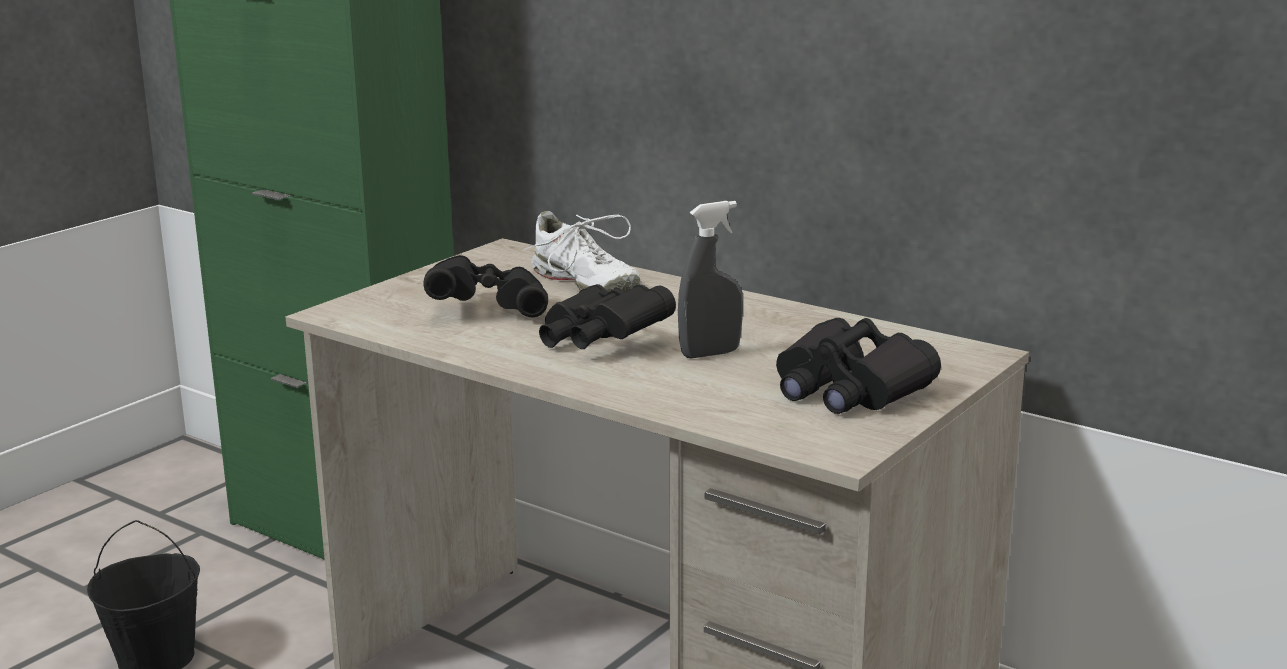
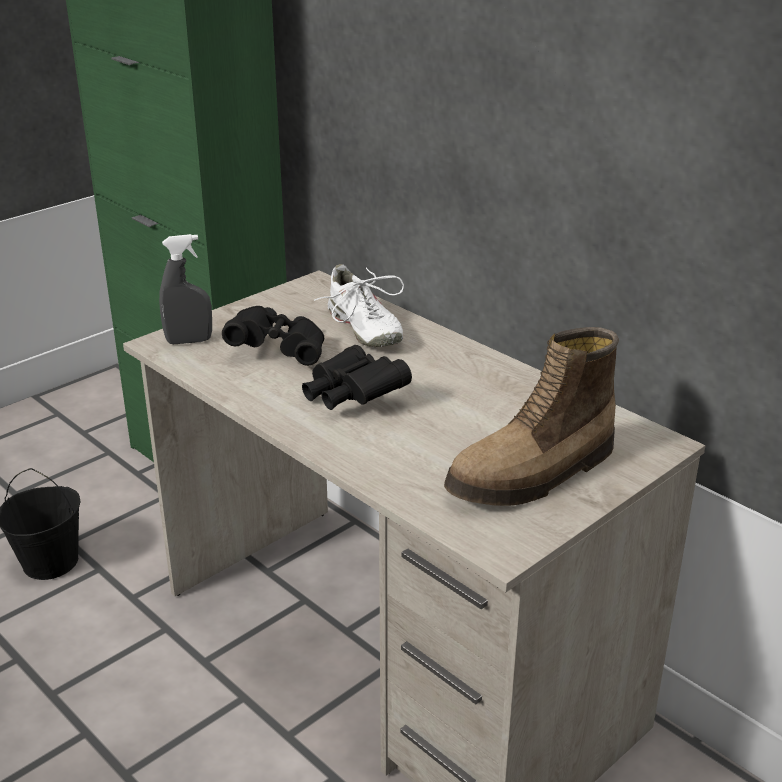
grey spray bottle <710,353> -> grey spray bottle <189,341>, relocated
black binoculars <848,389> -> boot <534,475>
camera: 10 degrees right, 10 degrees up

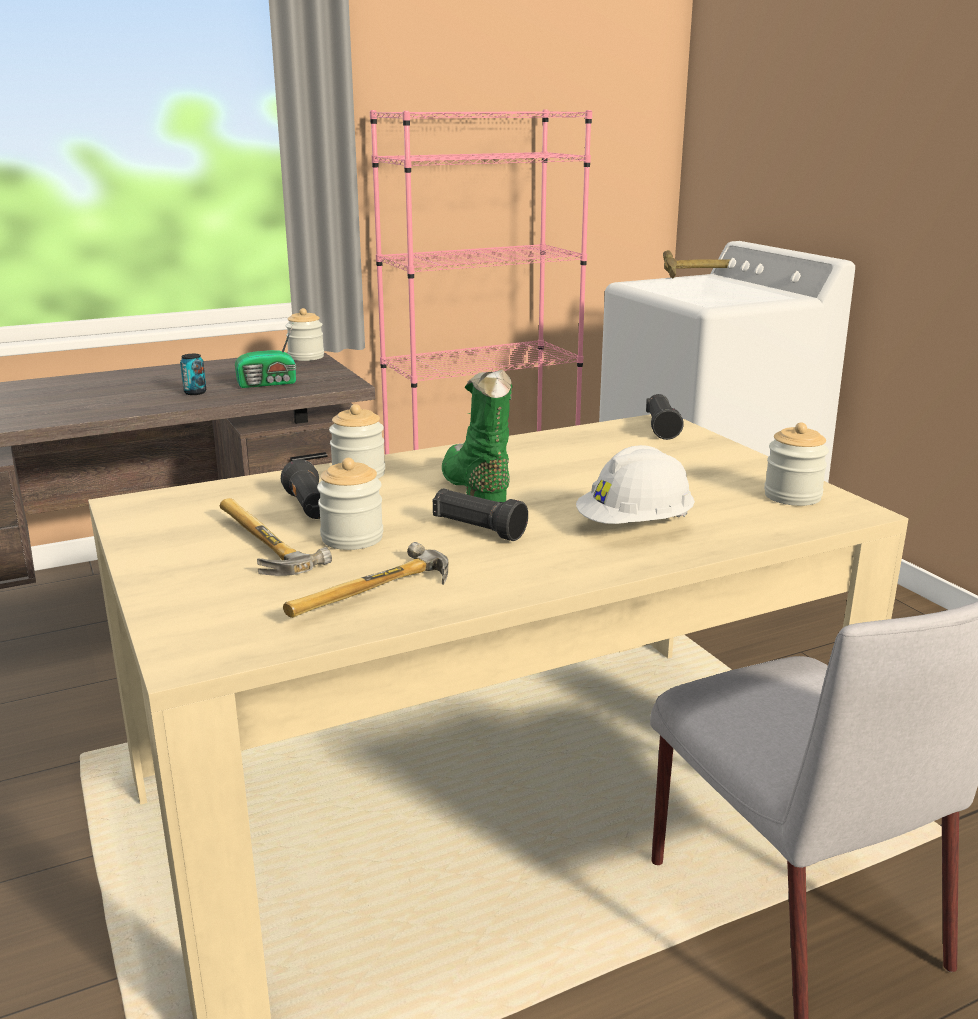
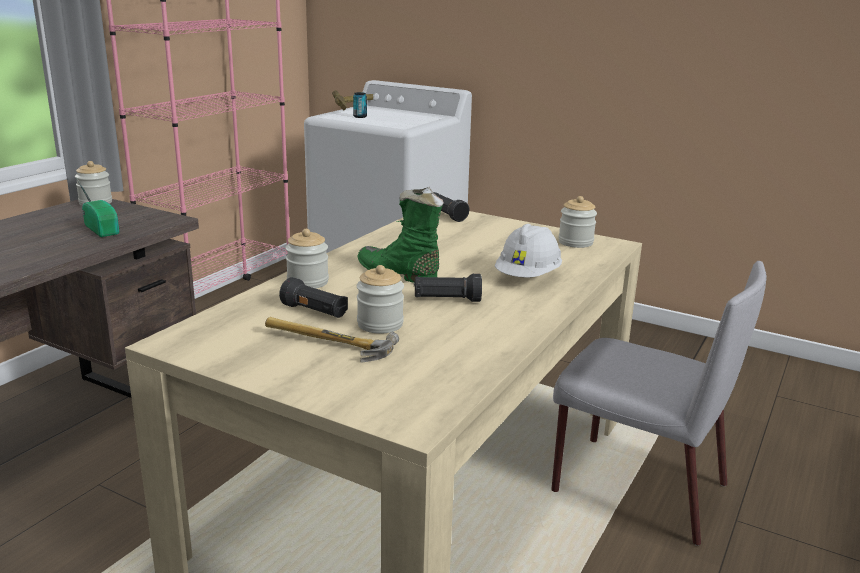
radio <269,383> -> radio <103,229>, 75 degrees counterclockwise
can <195,392> -> can <360,116>, relocated
hammer <377,596> -> none
camera: 35 degrees left, 0 degrees up

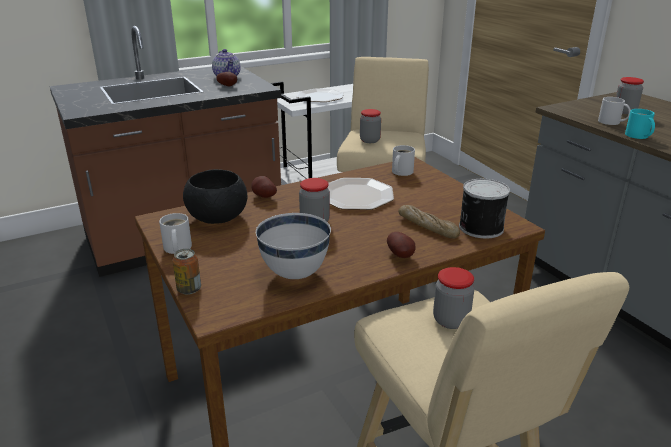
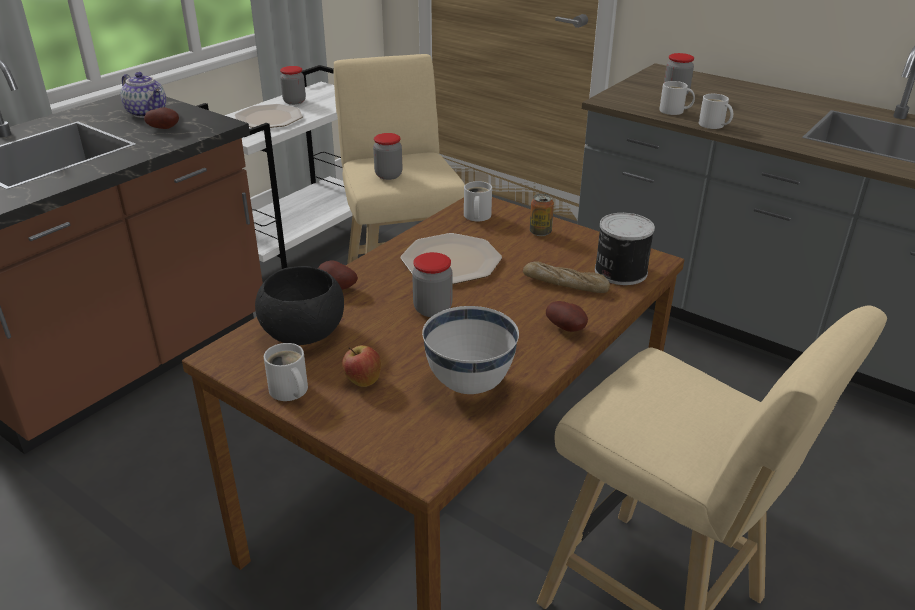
turquoise mug <637,136> -> white mug <712,125>
can <189,289> -> can <540,232>, relocated
jar <451,320> -> jar <294,101>, relocated
none -> apple <362,381>
camera: 25 degrees left, 5 degrees up

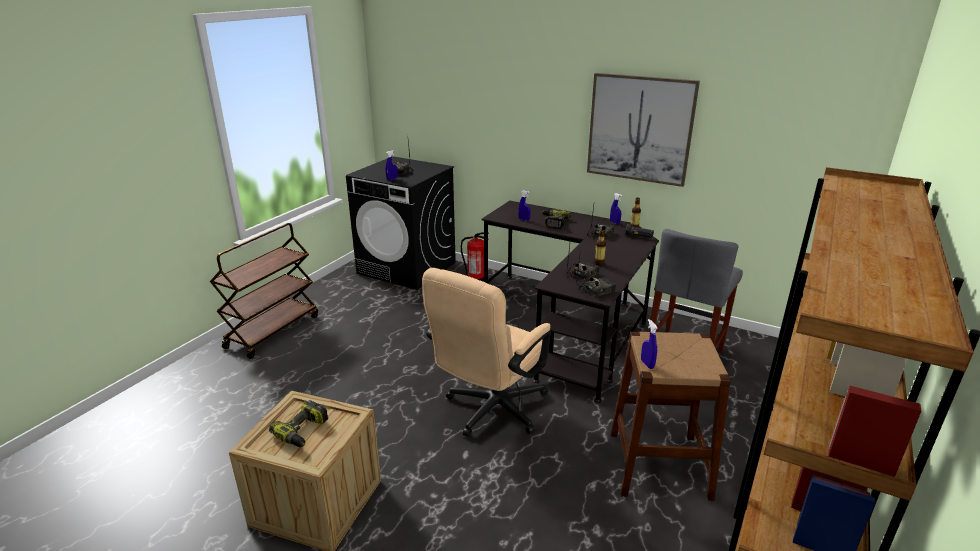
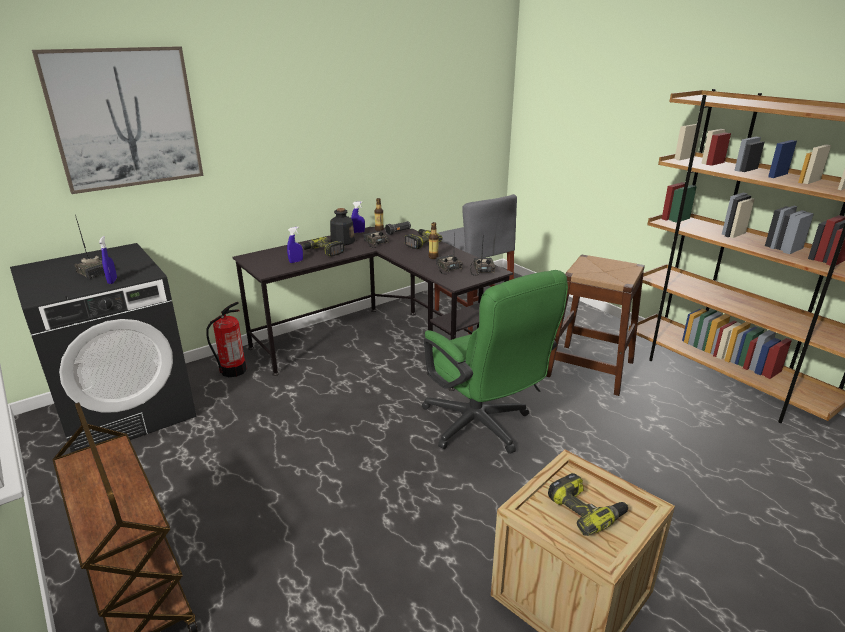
picture <640,129> -> picture <125,119>, relocated
beige office chair <490,412> -> green office chair <482,428>
blue spray bottle <647,364> -> none
none -> bottle <342,241>
none -> power drill <420,243>
camera: 65 degrees left, 0 degrees up

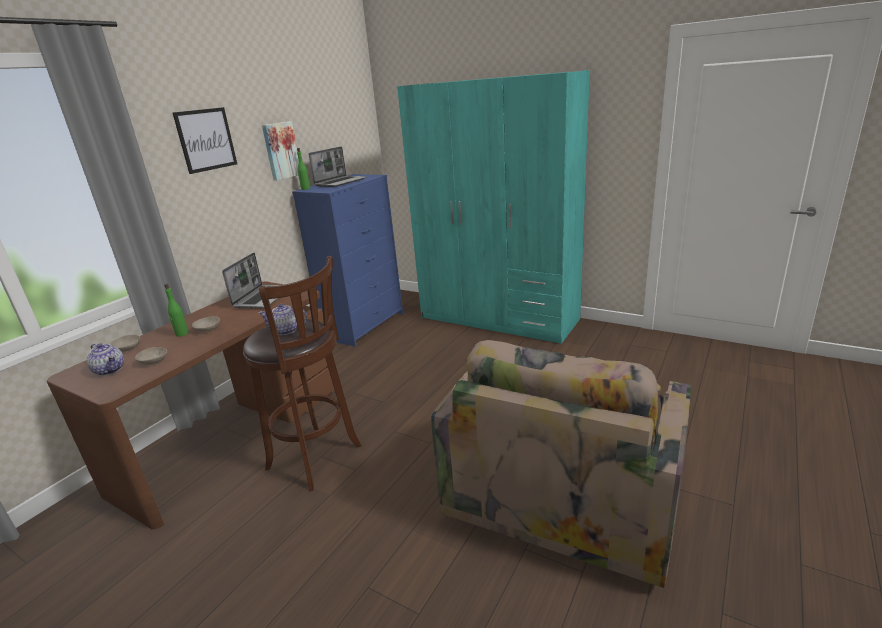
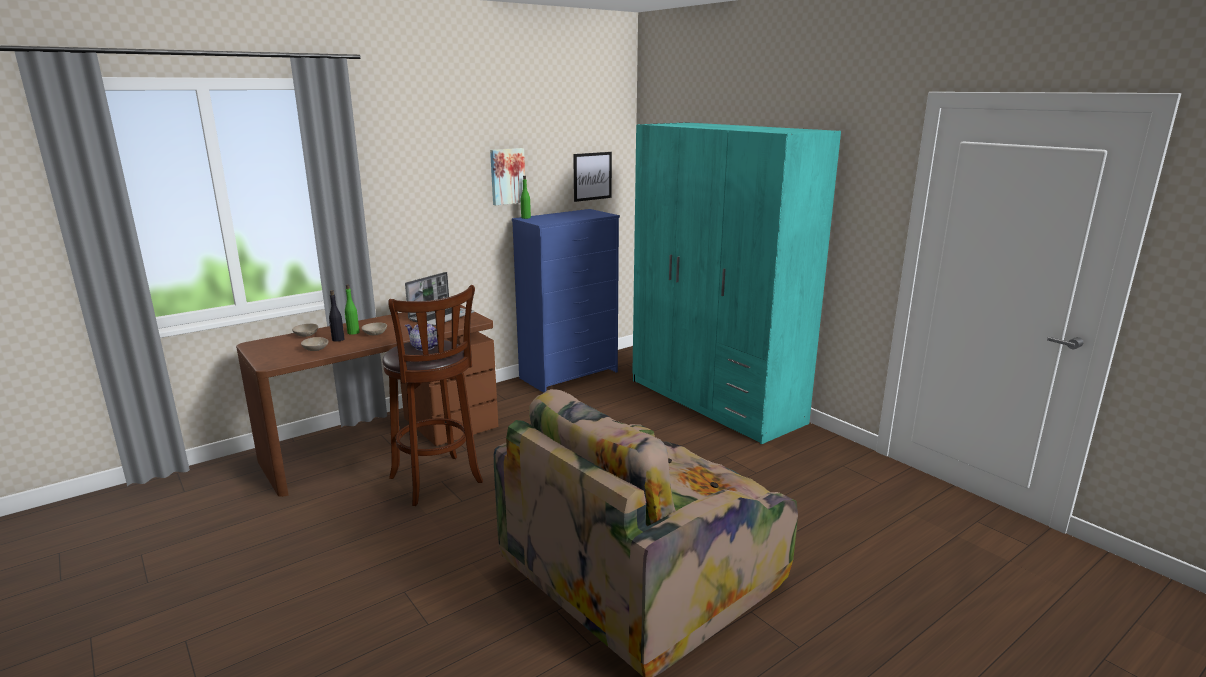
picture <206,140> -> picture <592,176>, relocated
laptop <340,182> -> none
teapot <110,370> -> none
none -> black bottle <338,339>
camera: 20 degrees right, 5 degrees down

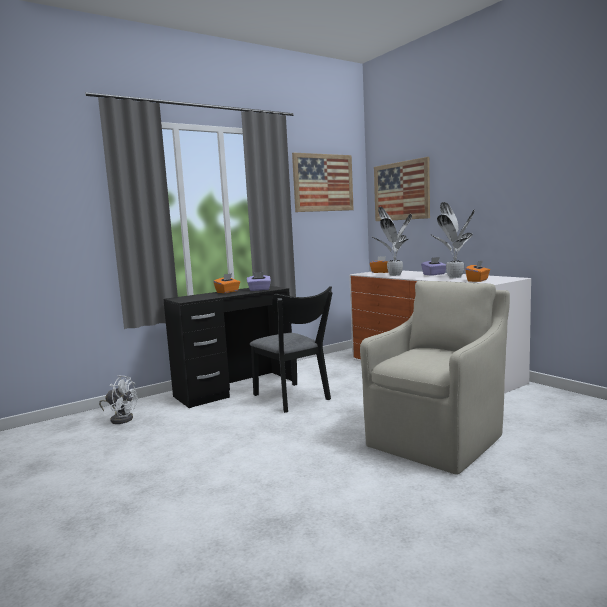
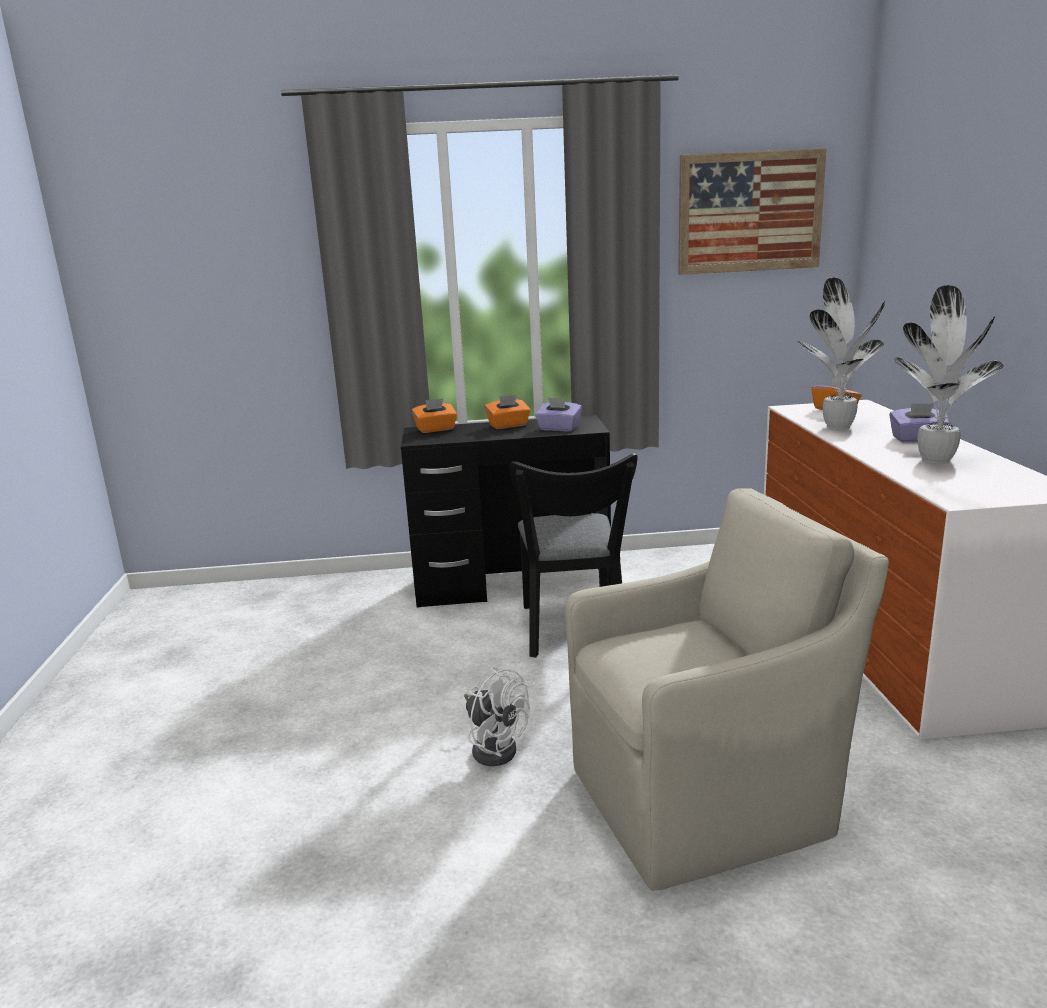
picture <401,191> -> none
orange tissue box <478,280> -> orange tissue box <436,429>, relocated
white fan <121,418> -> white fan <494,747>, relocated
camera: 30 degrees right, 10 degrees up

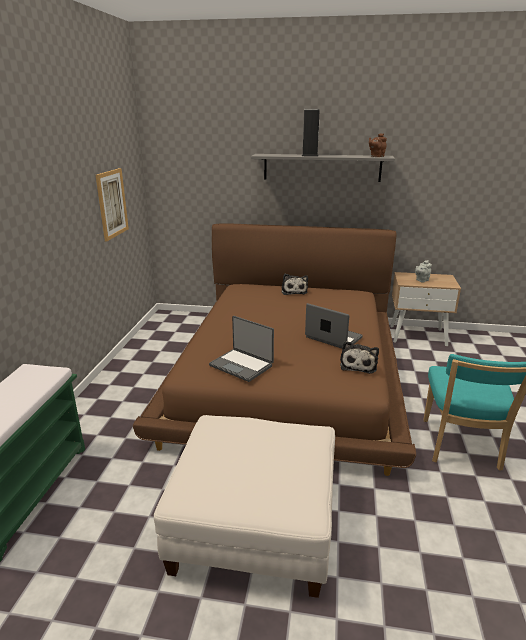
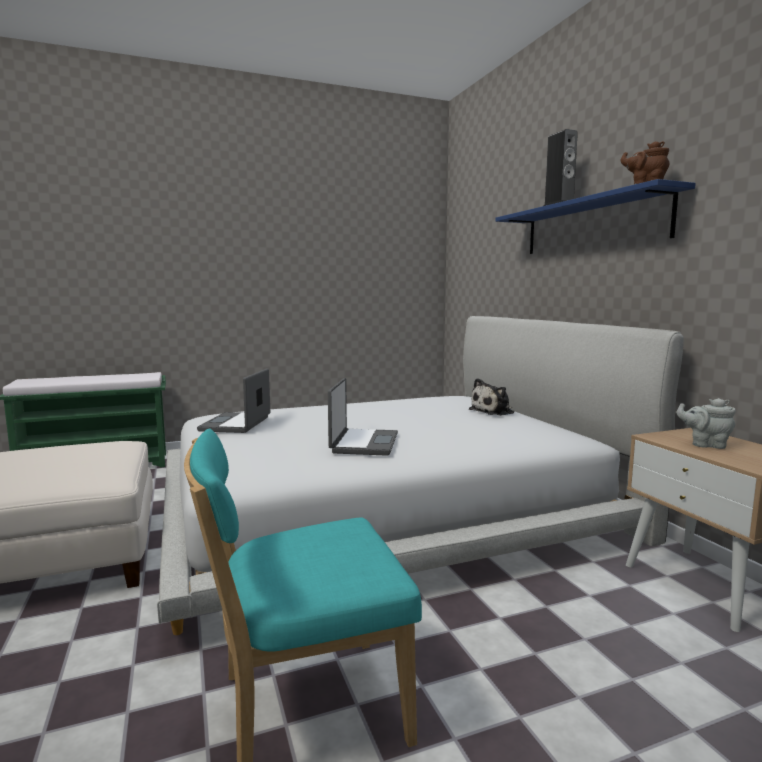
grey shelf <322,167> -> blue shelf <591,226>
picture <112,203> -> none
brown bed <287,374> -> white bed <386,509>
plush toy <358,365> -> none
camera: 60 degrees right, 15 degrees down

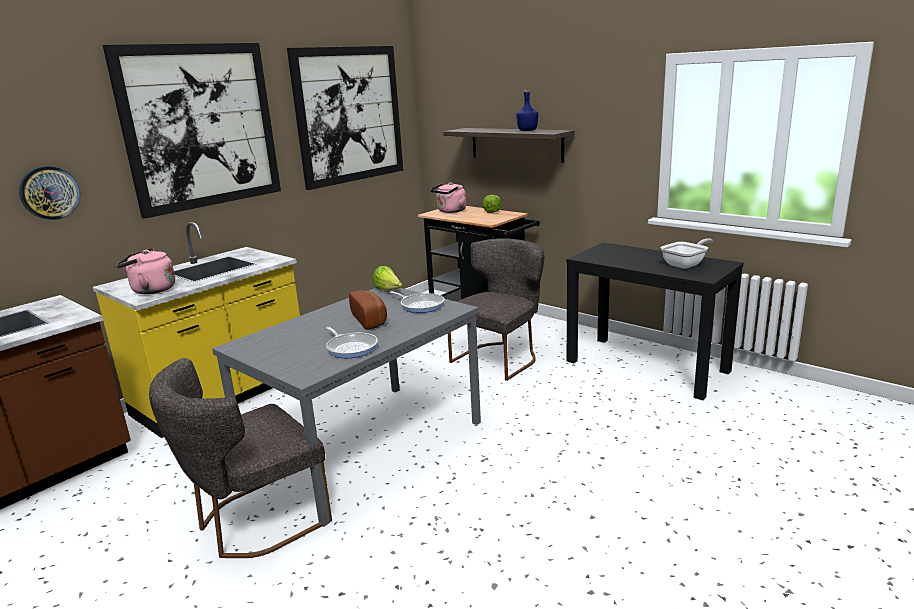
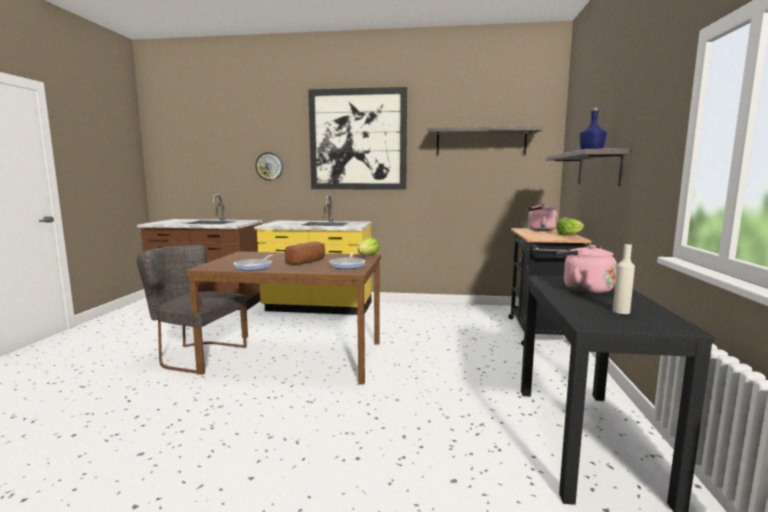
picture <349,115> -> shelf <481,142>
grey chair <500,357> -> none
frying pan <686,264> -> beige bottle <621,311>
pink kettle <150,290> -> pink kettle <583,289>, relocated
grey dining table <366,444> -> brown dining table <297,357>
camera: 55 degrees right, 10 degrees down

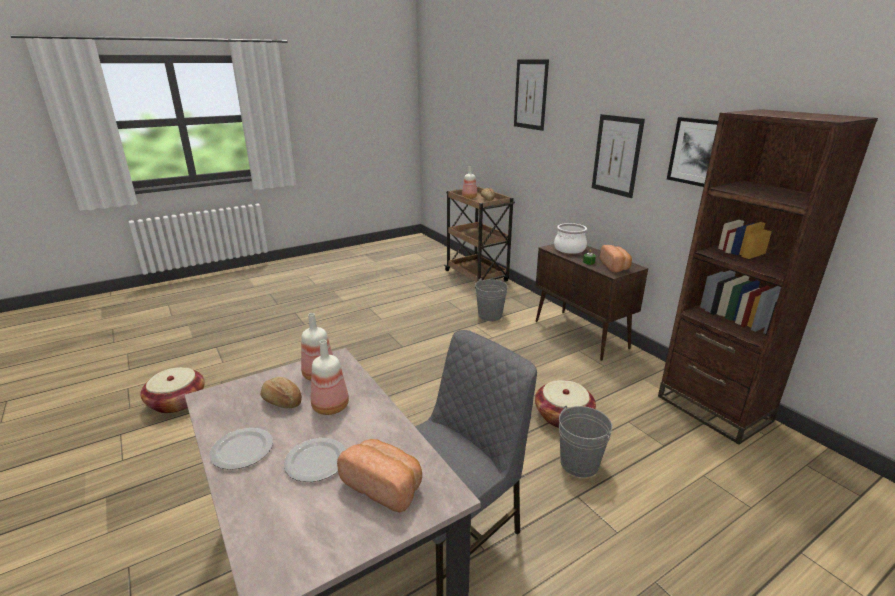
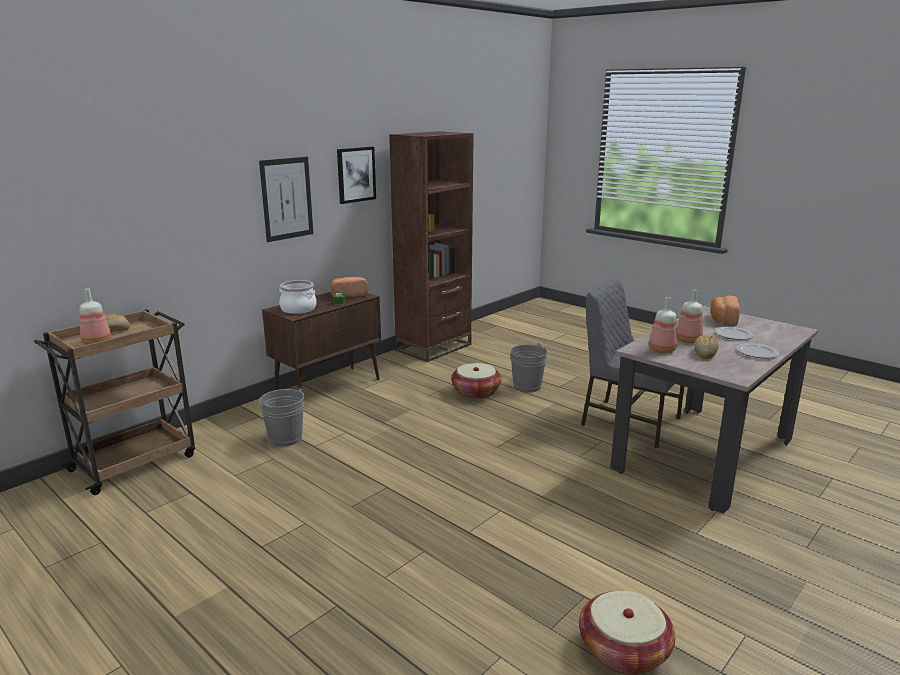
picture <530,94> -> none
camera: 105 degrees left, 5 degrees down

